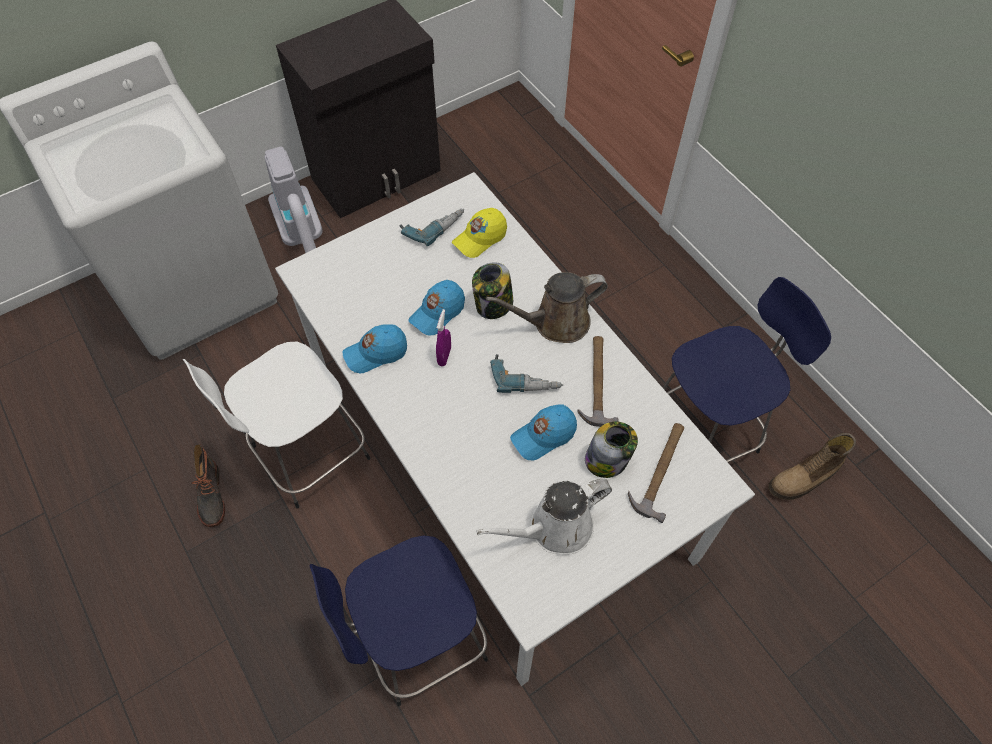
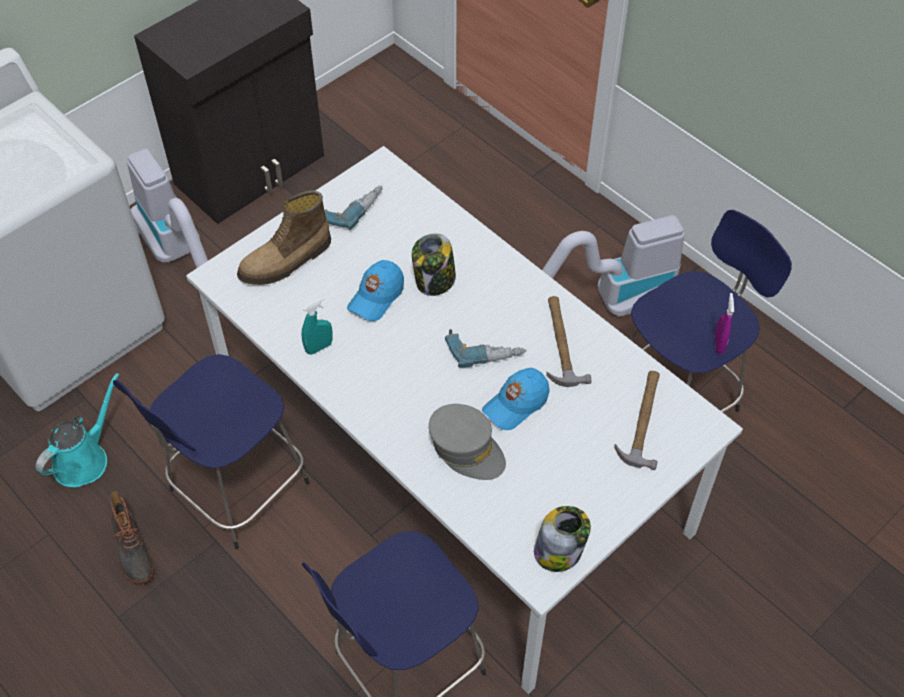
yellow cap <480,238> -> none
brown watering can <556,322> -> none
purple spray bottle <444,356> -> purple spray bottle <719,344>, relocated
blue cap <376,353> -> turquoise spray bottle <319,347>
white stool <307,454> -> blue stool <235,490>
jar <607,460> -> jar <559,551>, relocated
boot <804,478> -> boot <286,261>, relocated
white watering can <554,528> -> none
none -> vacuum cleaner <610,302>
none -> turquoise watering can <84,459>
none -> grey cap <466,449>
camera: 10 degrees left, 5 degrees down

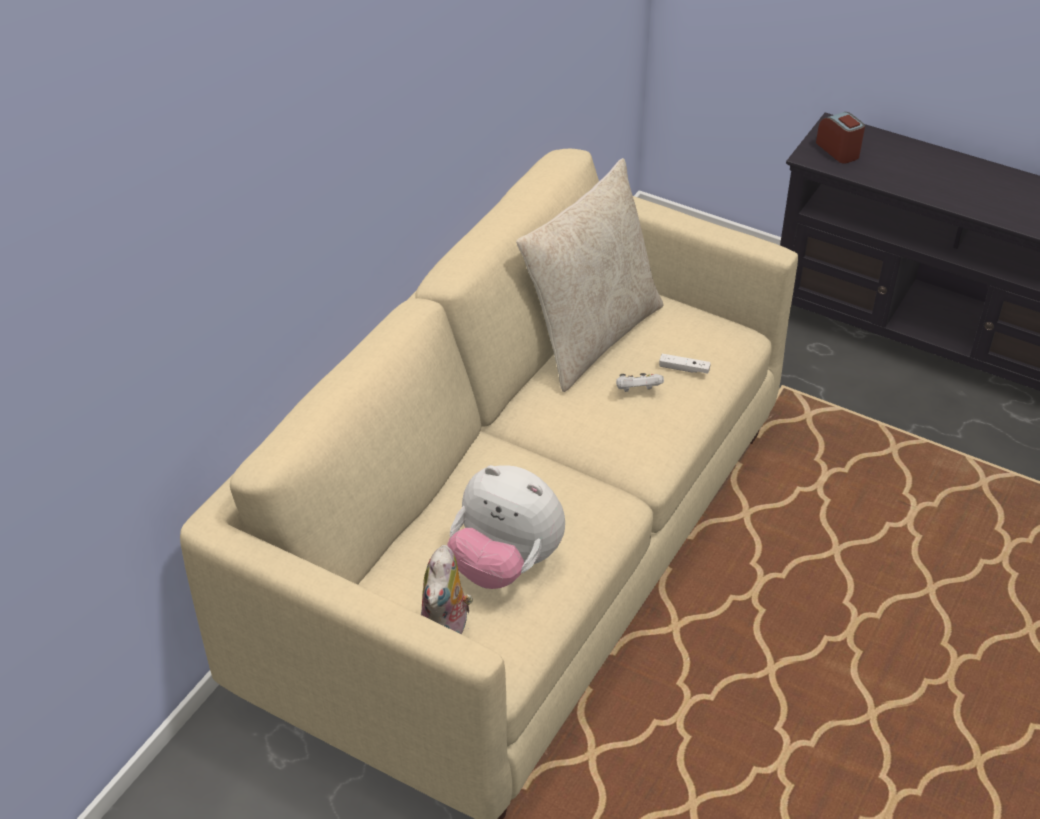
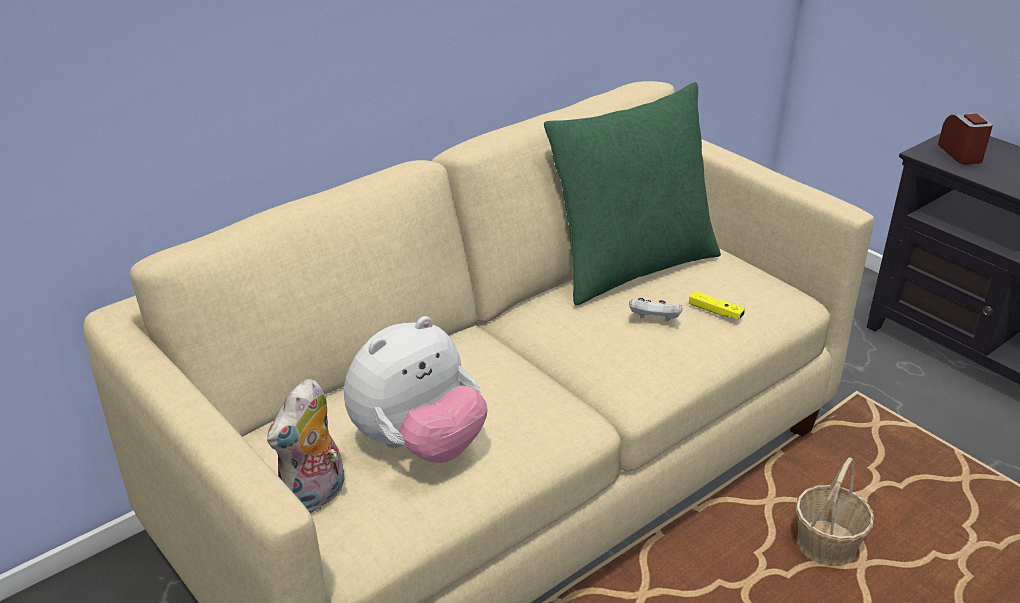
beige pillow <591,336> -> green pillow <631,266>
white game controller <684,369> -> yellow game controller <715,311>
plush toy <505,564> -> plush toy <418,444>, 90 degrees counterclockwise
none -> basket <827,545>
camera: 20 degrees right, 10 degrees down

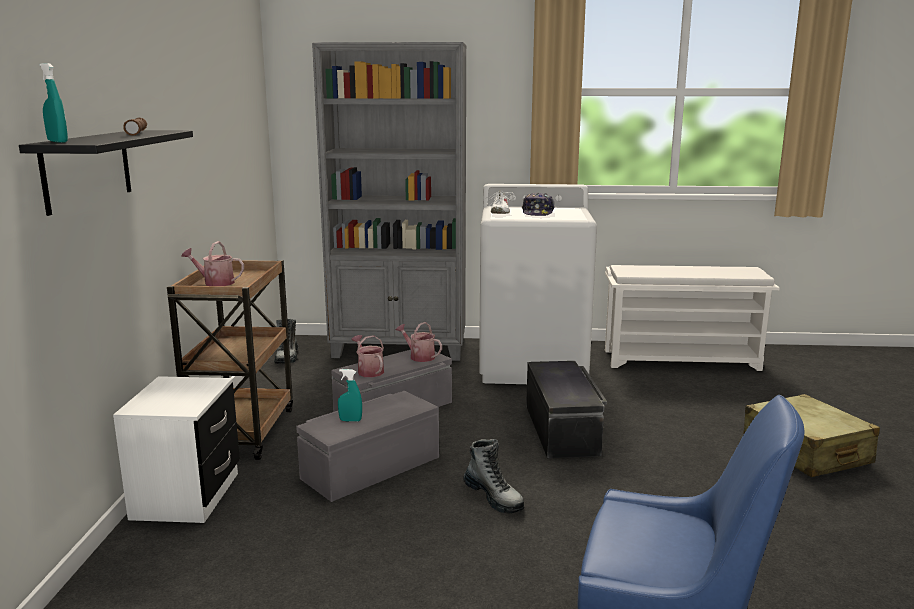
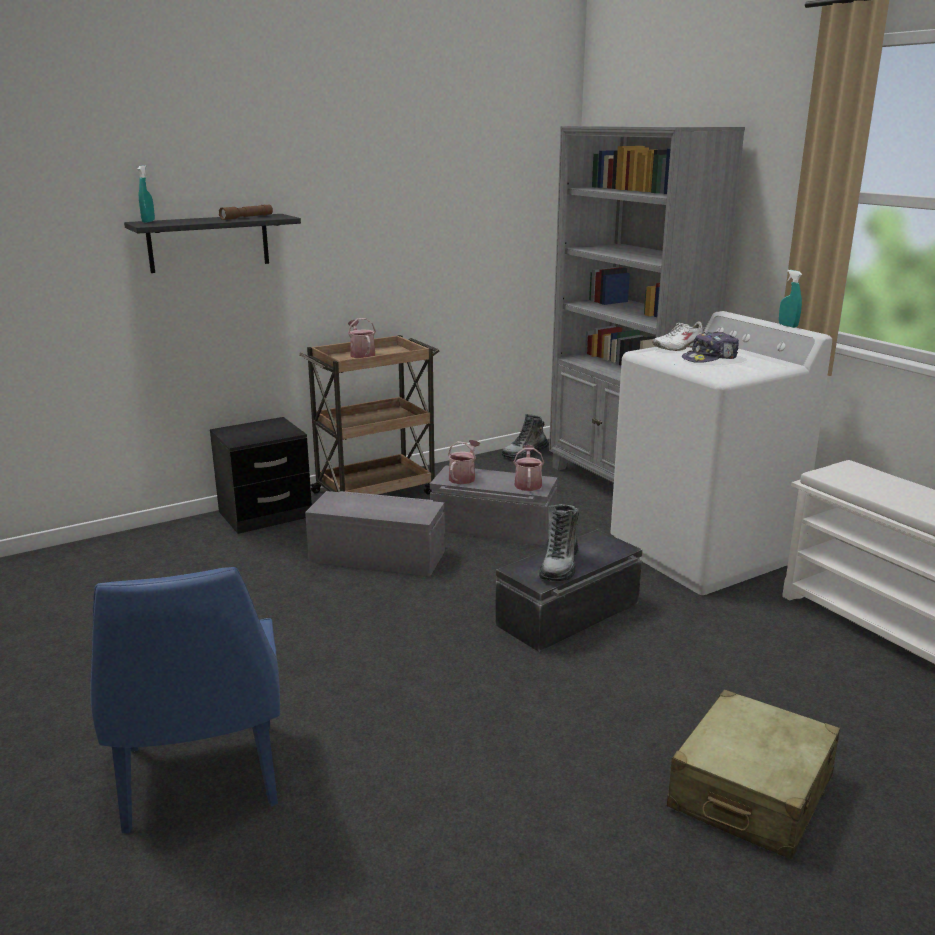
turquoise spray bottle <350,420> -> turquoise spray bottle <788,326>, relocated
white nightstand <187,496> -> black nightstand <265,515>
boot <494,497> -> boot <560,565>, relocated
camera: 55 degrees right, 5 degrees up

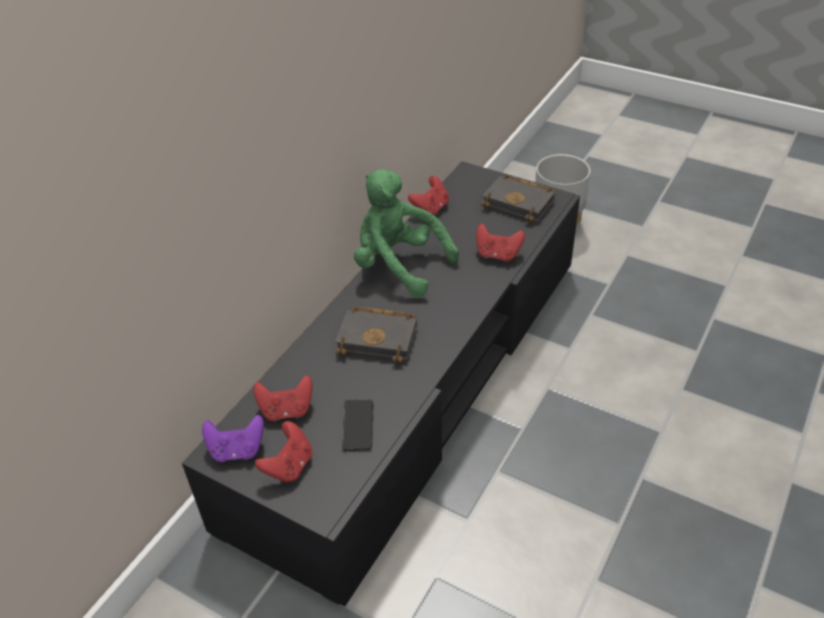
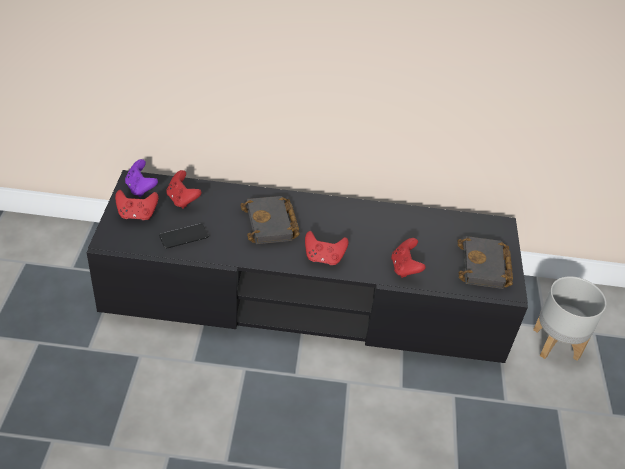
green plush toy <399,265> -> none
red game controller <430,208> -> red game controller <323,258>, relocated
camera: 60 degrees right, 0 degrees up

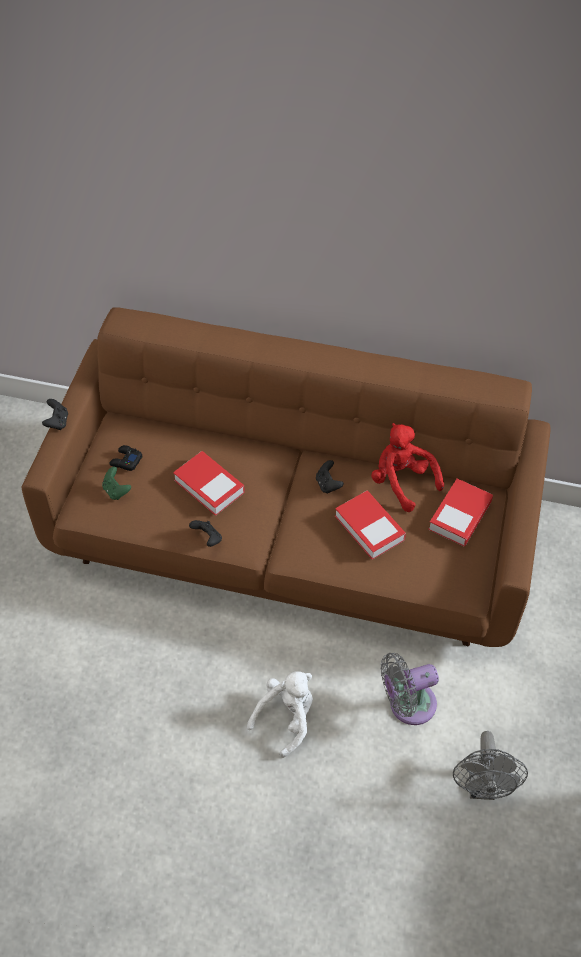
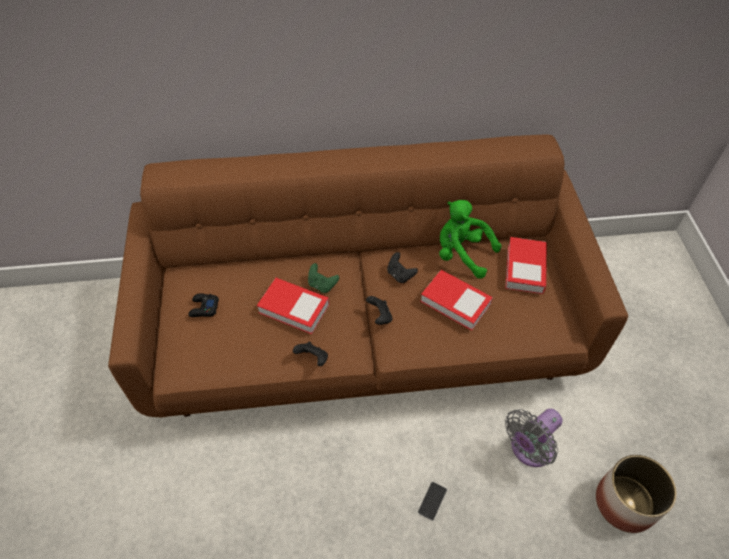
black game controller <57,422> -> black game controller <380,316>, relocated
red plush toy <402,482> -> green plush toy <462,254>
green game controller <116,491> -> green game controller <322,285>, relocated
white plush toy <286,718> -> phone <432,501>
grey fan <481,787> -> planter <625,502>
camera: 20 degrees left, 0 degrees up

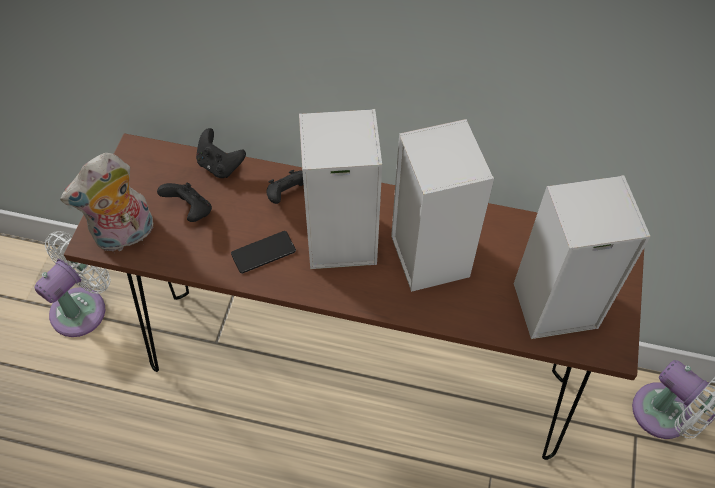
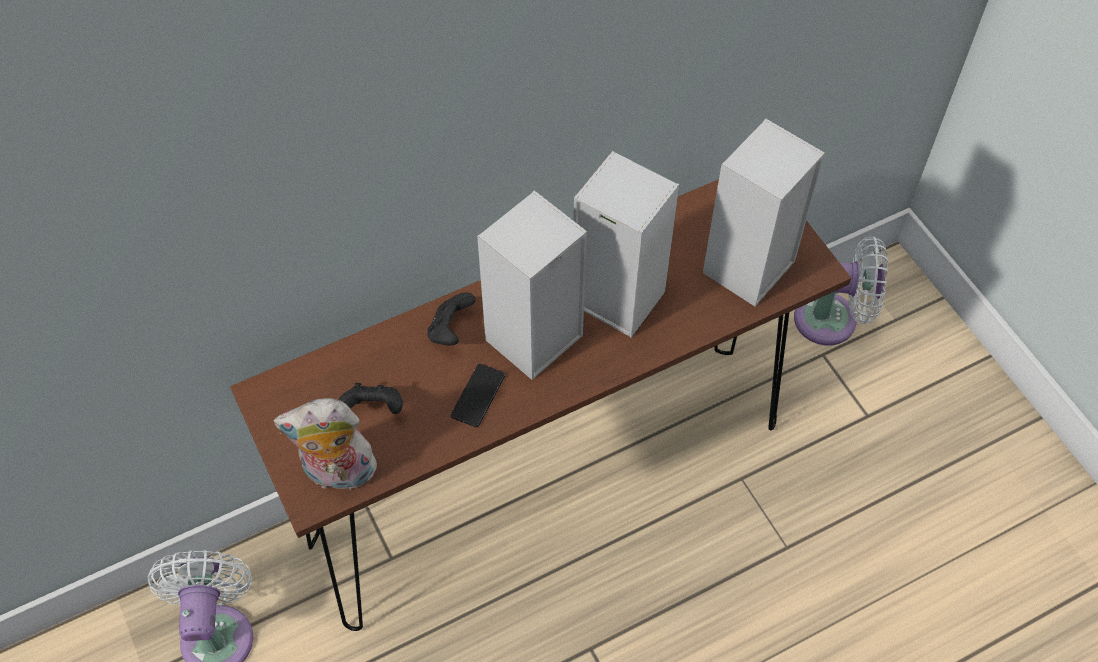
black game controller <220,165> -> none
plush toy <125,236> -> plush toy <338,474>, 75 degrees clockwise
camera: 40 degrees left, 0 degrees up

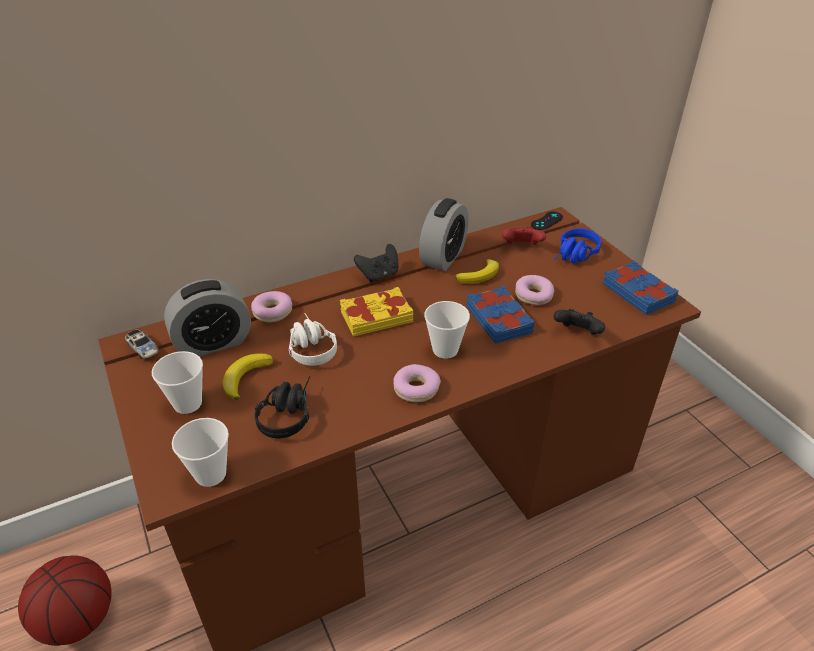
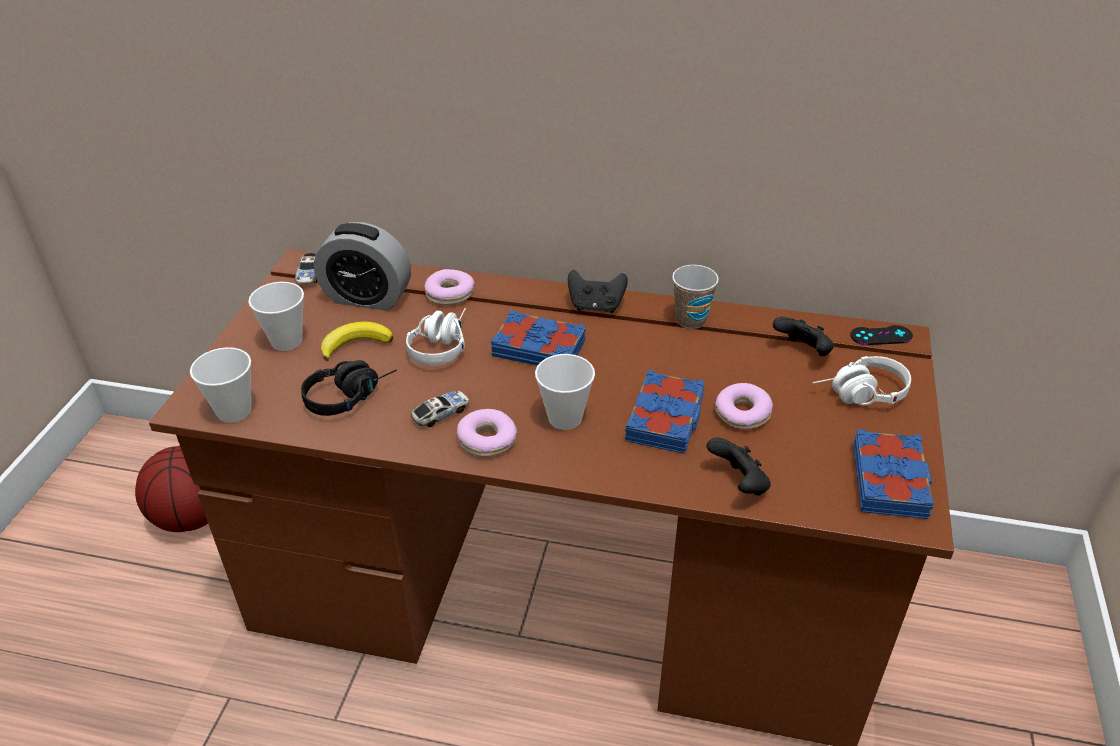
alarm clock <443,257> -> cup <691,320>
red game controller <521,247> -> black game controller <803,352>
blue headphones <574,256> -> white headphones <859,395>
banana <480,275> -> none
yellow book <376,316> -> blue book <539,347>
none -> toy car <441,414>
camera: 40 degrees right, 0 degrees up

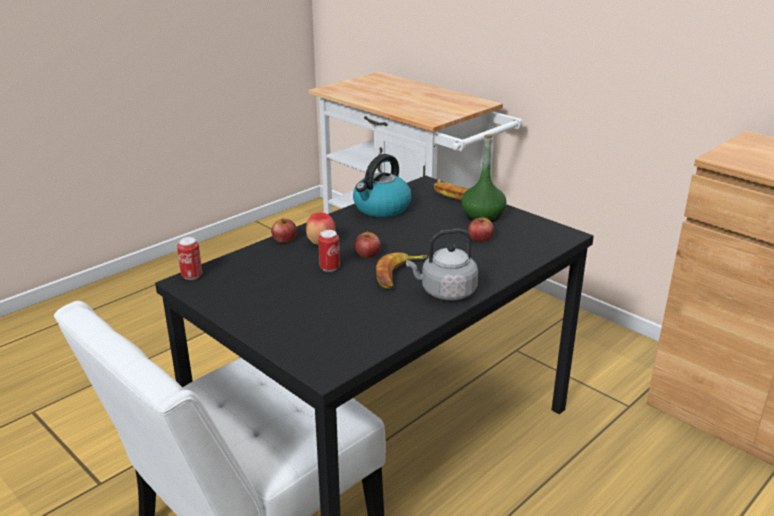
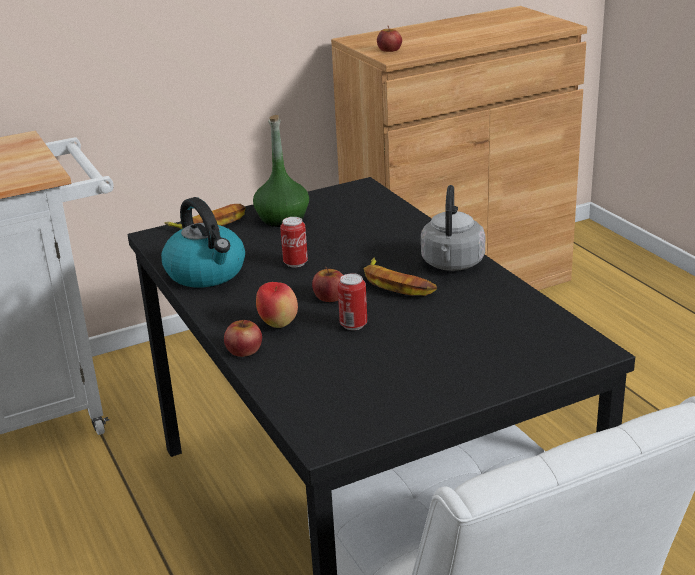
apple <480,238> -> apple <389,49>, relocated
can <192,276> -> can <295,263>, relocated
camera: 70 degrees left, 0 degrees up

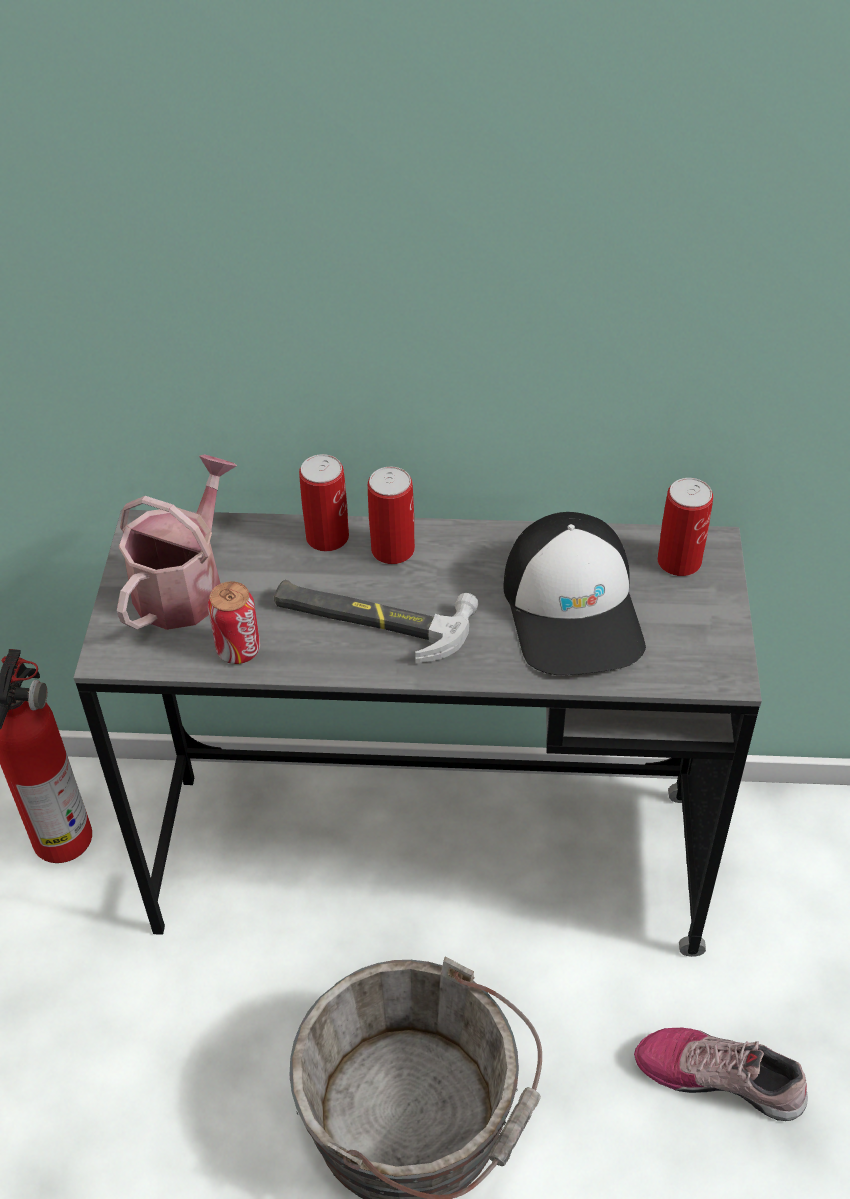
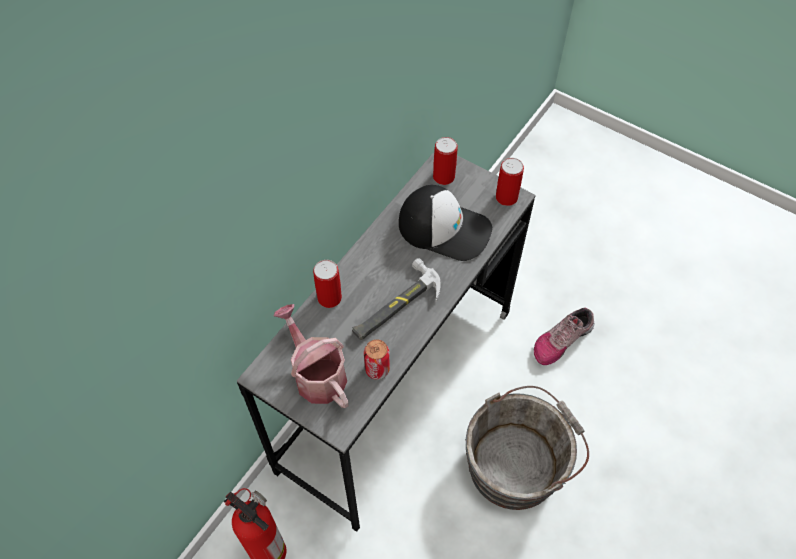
can <393,549> -> can <506,197>, relocated
camera: 60 degrees left, 10 degrees up

